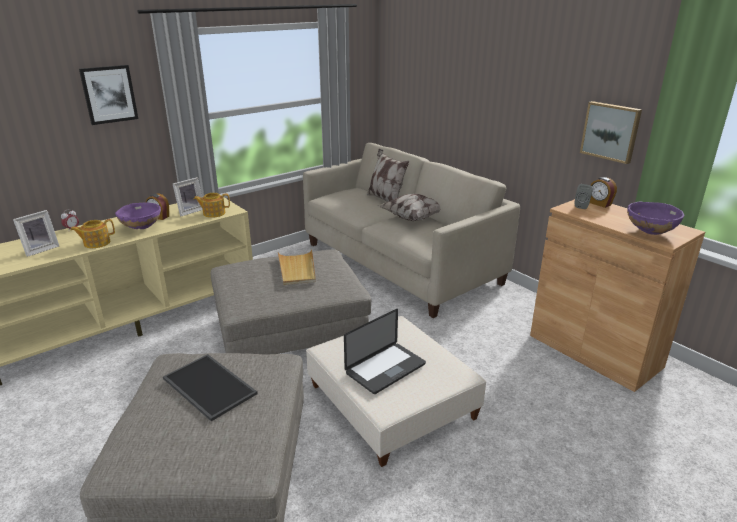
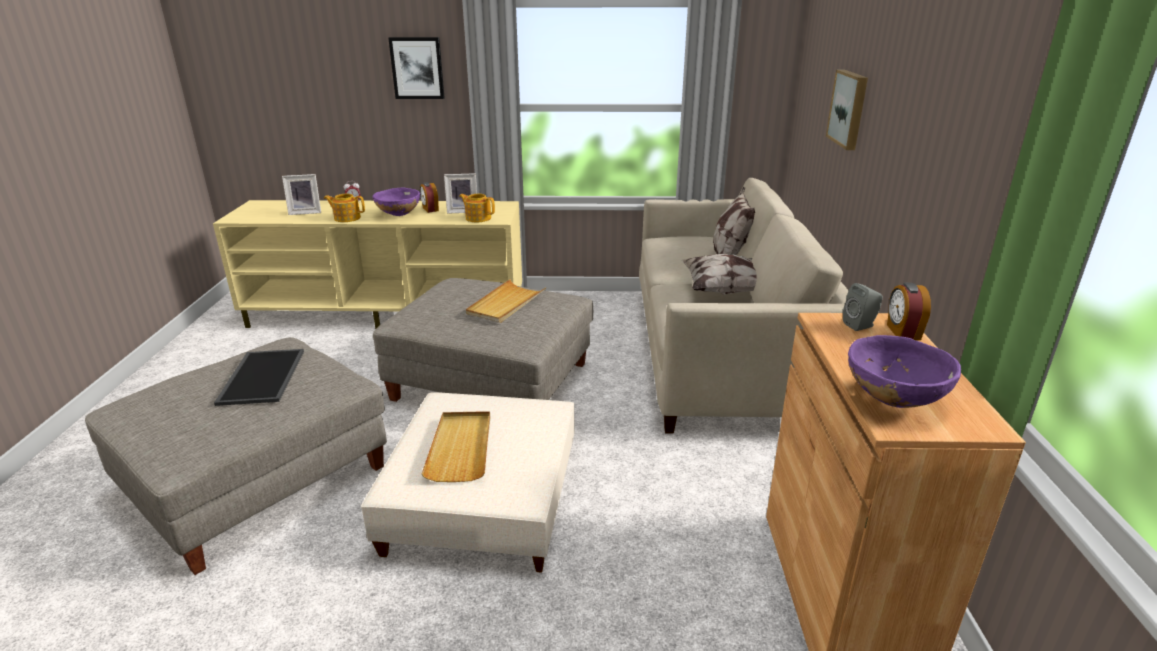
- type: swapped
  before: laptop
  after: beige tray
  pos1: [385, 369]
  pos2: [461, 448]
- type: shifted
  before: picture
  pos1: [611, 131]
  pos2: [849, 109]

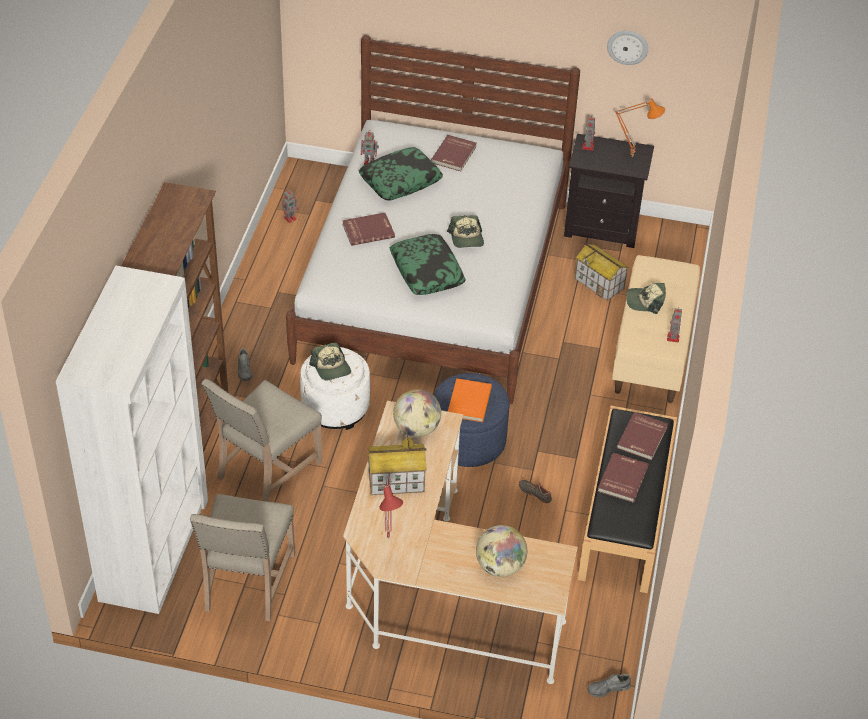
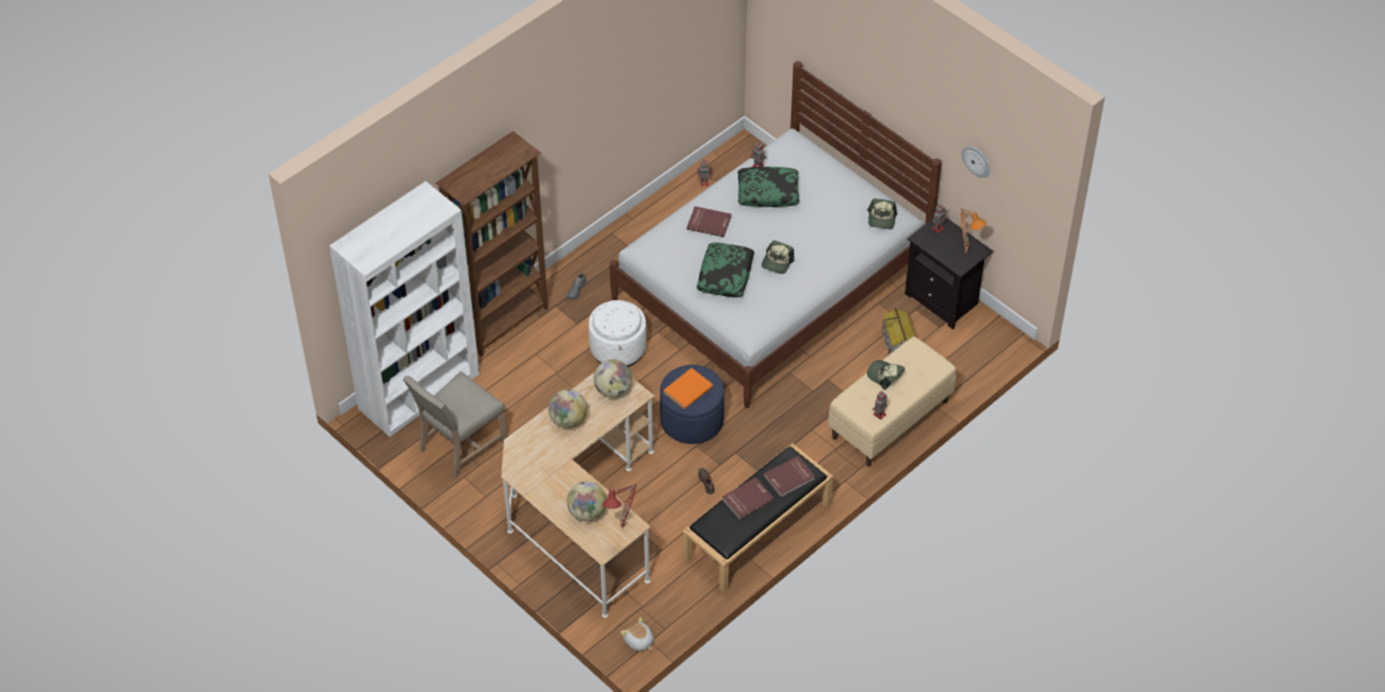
- type: swapped
  before: toy house
  after: globe
  pos1: [395, 481]
  pos2: [568, 420]
- type: shifted
  before: red table lamp
  pos1: [390, 538]
  pos2: [624, 528]
- type: swapped
  before: grey shoe
  after: plush toy
  pos1: [608, 689]
  pos2: [639, 641]
- type: shifted
  before: cap
  pos1: [331, 368]
  pos2: [881, 219]
- type: gone
  before: beige chair
  pos1: [266, 471]
- type: gone
  before: red book
  pos1: [454, 155]

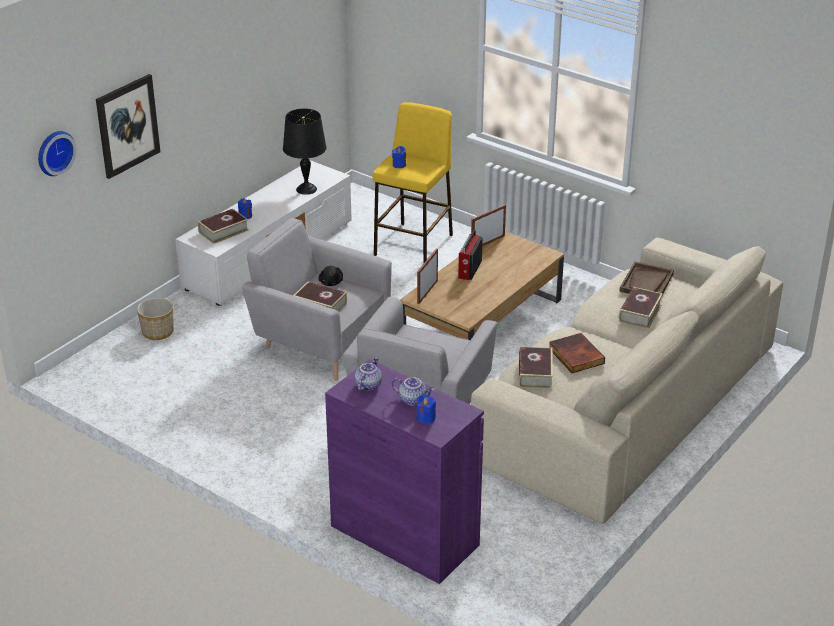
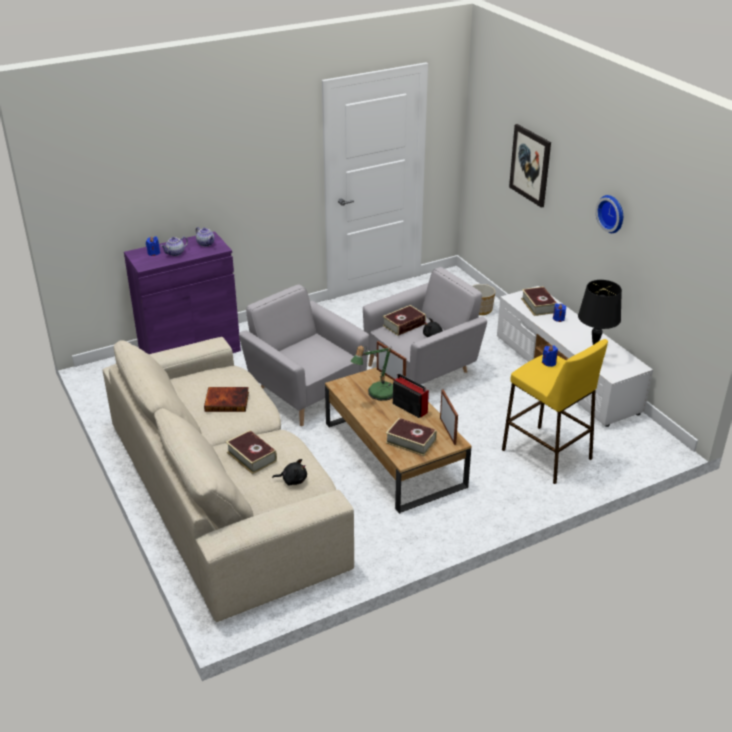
- type: swapped
  before: brown tray
  after: black plush toy
  pos1: [646, 283]
  pos2: [293, 480]
- type: new
  after: table lamp
  pos2: [378, 394]
- type: shifted
  before: book
  pos1: [535, 373]
  pos2: [411, 441]
- type: shifted
  before: wall clock
  pos1: [54, 152]
  pos2: [612, 213]

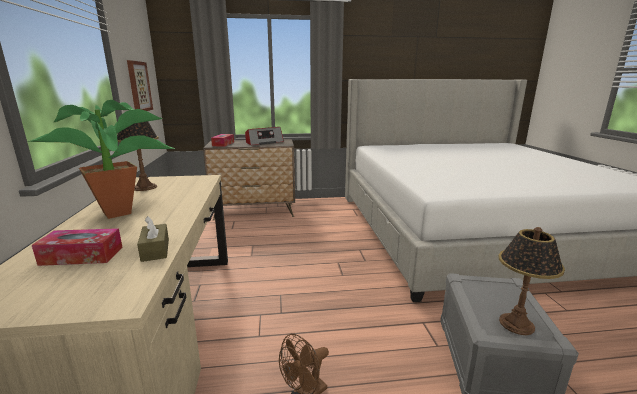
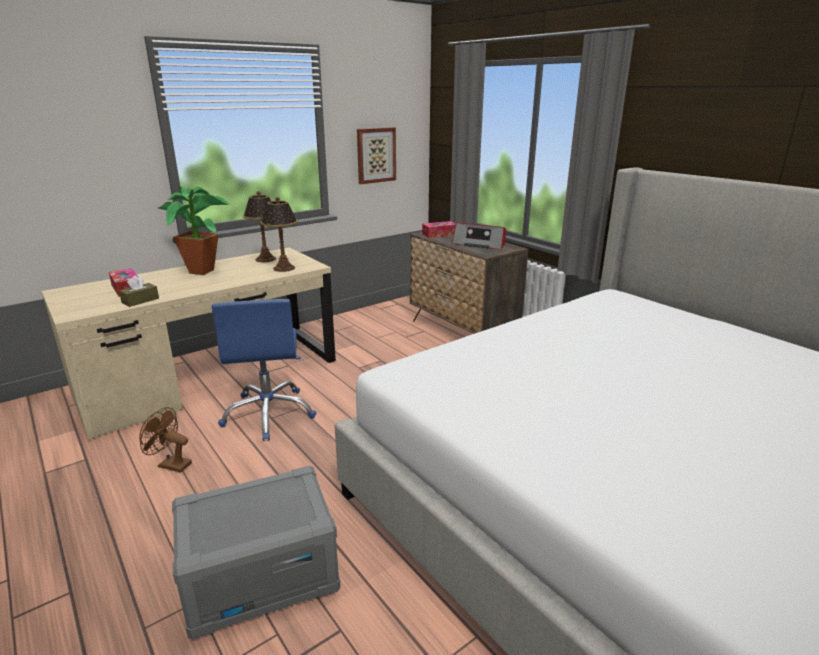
- type: new
  after: blue office chair
  pos2: [269, 413]
- type: shifted
  before: table lamp
  pos1: [516, 324]
  pos2: [283, 268]

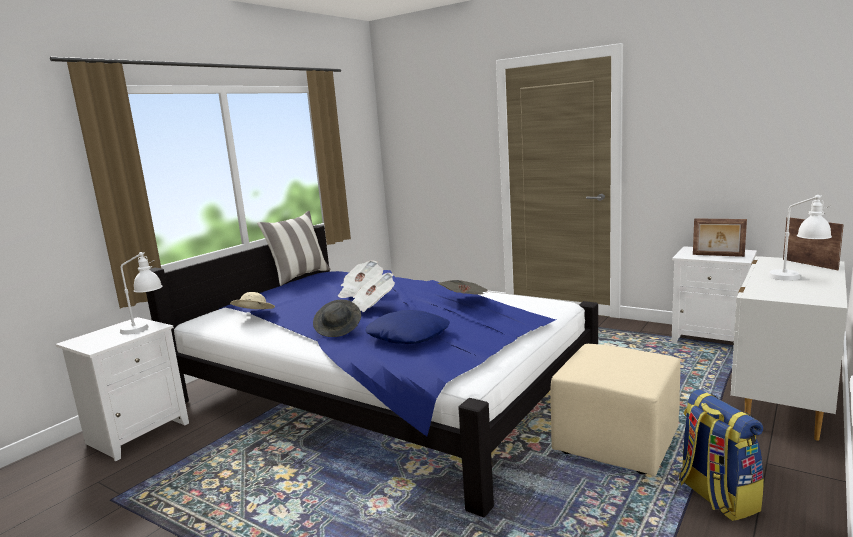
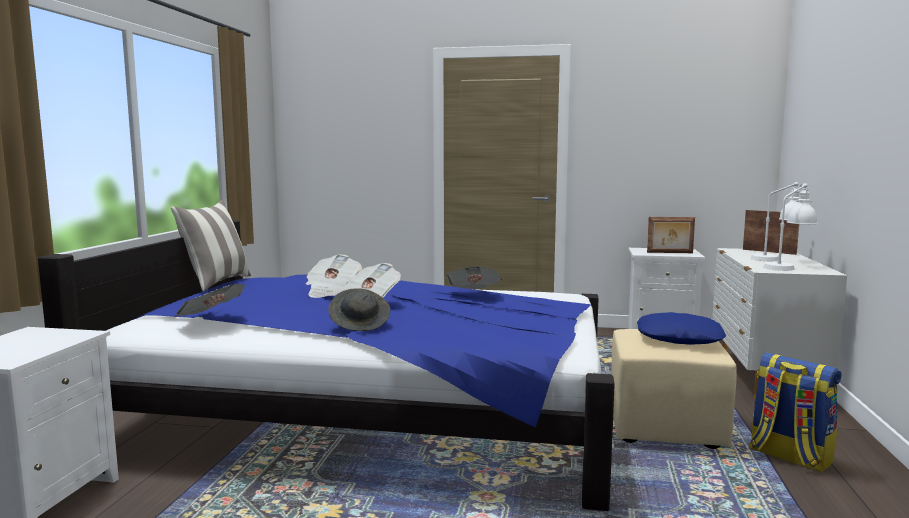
- type: swapped
  before: beige hat
  after: newspaper
  pos1: [253, 315]
  pos2: [211, 318]
- type: shifted
  before: blue pillow
  pos1: [408, 335]
  pos2: [679, 338]
- type: shifted
  before: white table lamp
  pos1: [145, 329]
  pos2: [788, 267]

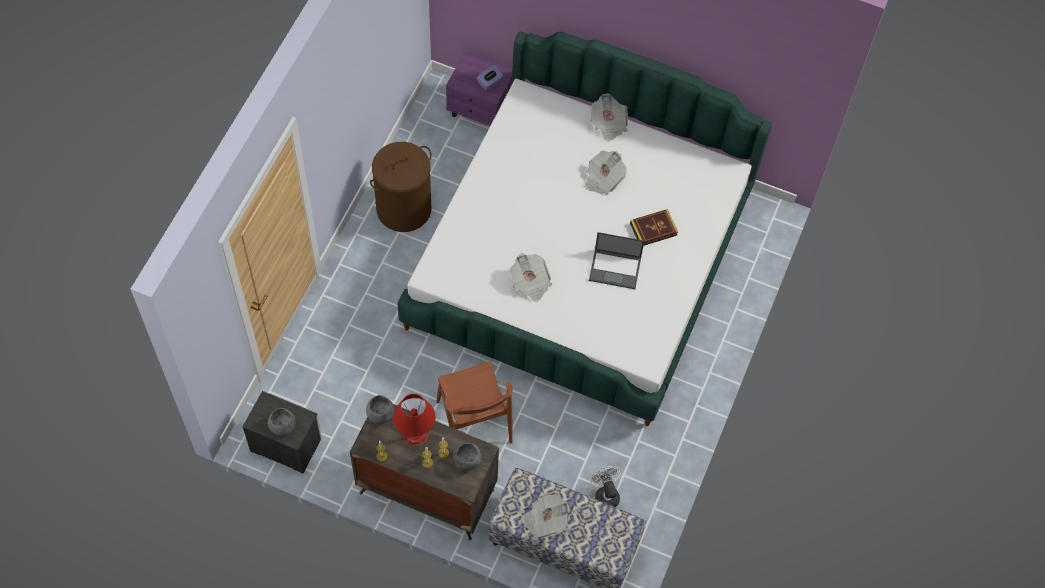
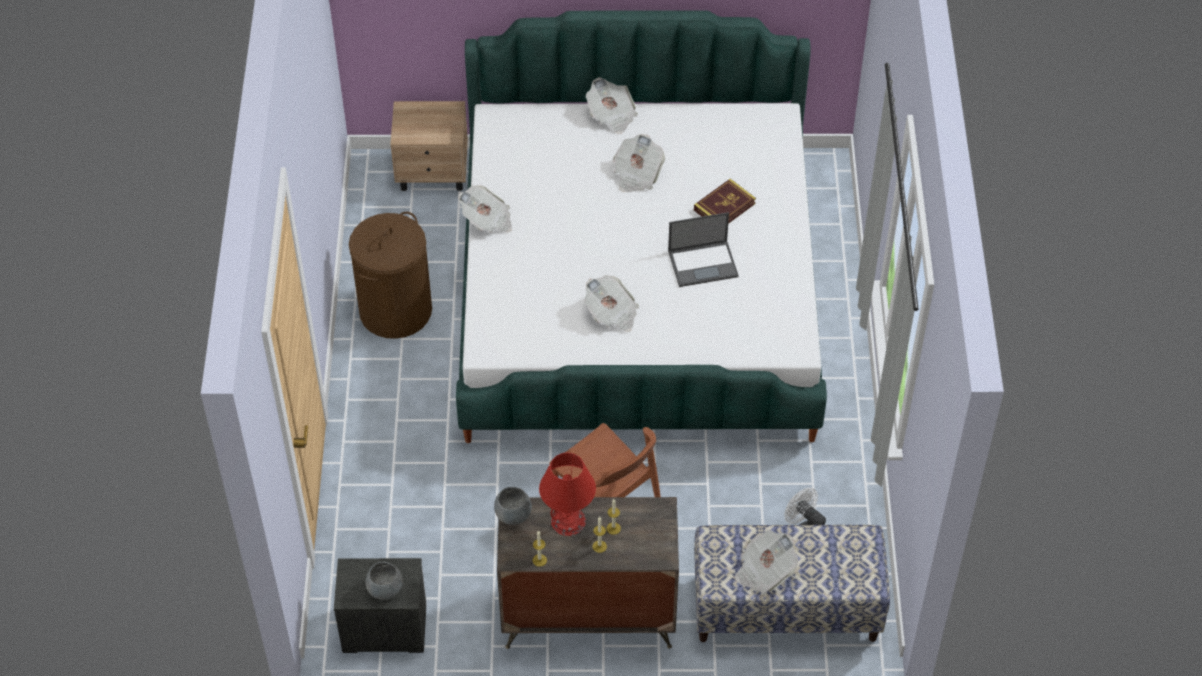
- type: repainted
  before: purple nightstand
  after: beige nightstand
  pos1: [480, 110]
  pos2: [433, 173]
- type: new
  after: newspaper
  pos2: [487, 220]
- type: gone
  before: grey bowl
  pos1: [466, 461]
- type: gone
  before: purple tissue box
  pos1: [490, 82]

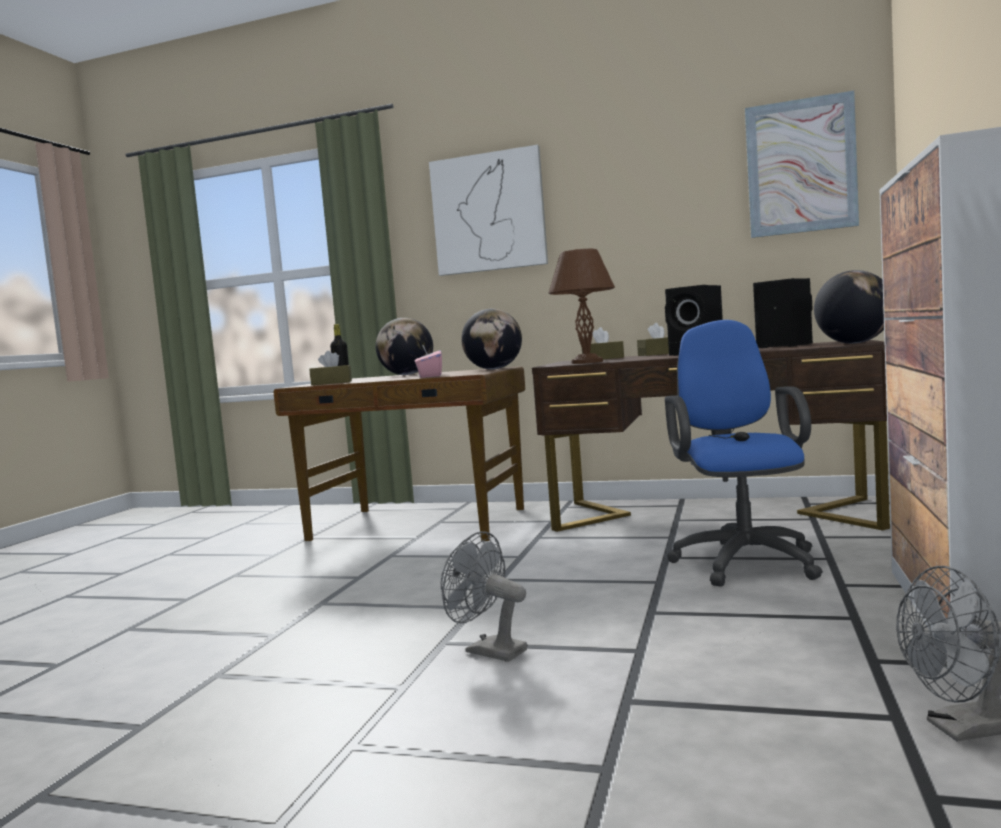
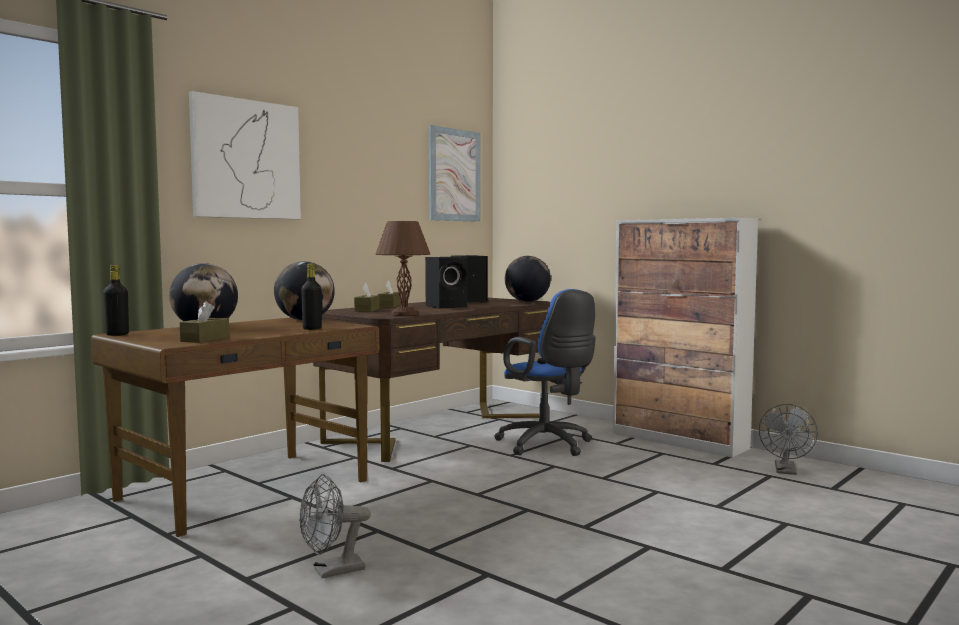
- type: shifted
  before: grey fan
  pos1: [488, 650]
  pos2: [331, 571]
- type: swapped
  before: pink tissue box
  after: black bottle
  pos1: [429, 376]
  pos2: [312, 329]
- type: rotated
  before: blue office chair
  pos1: [743, 560]
  pos2: [547, 445]
  turn: -150

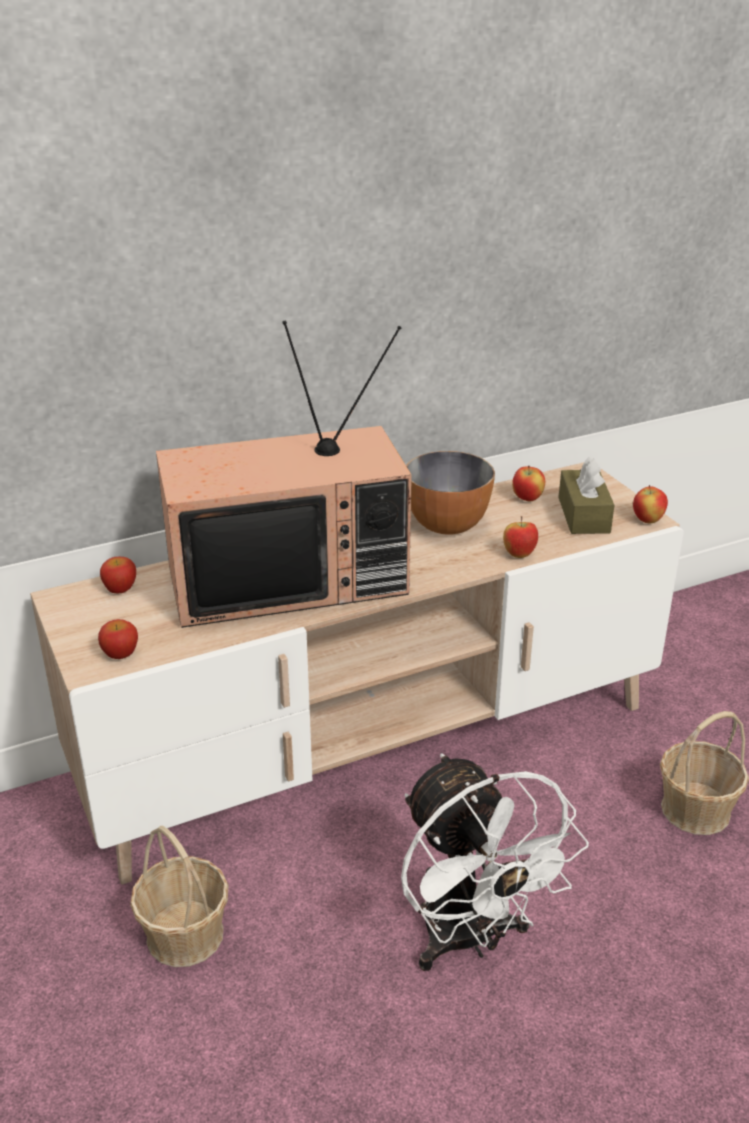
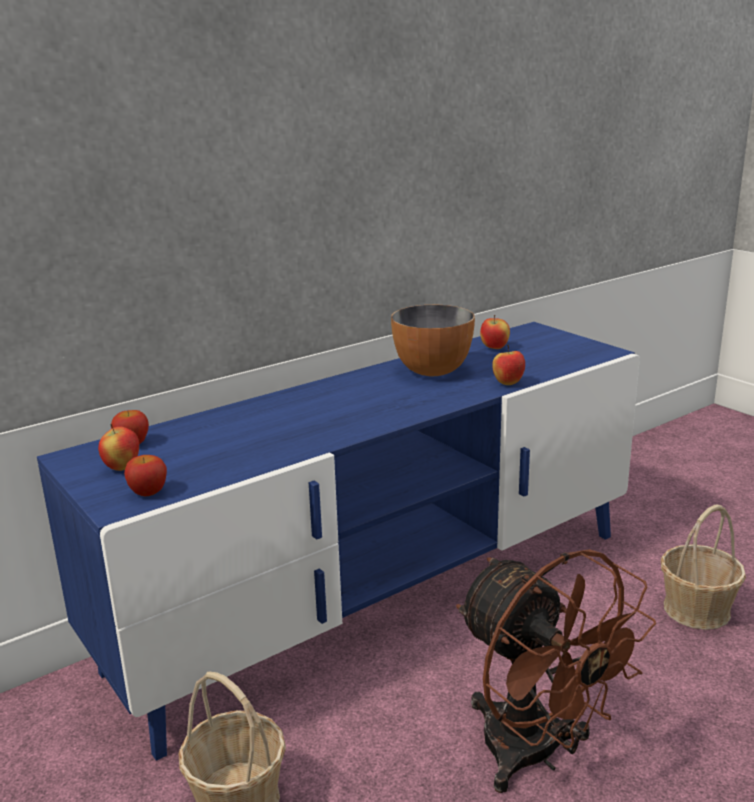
- type: repainted
  before: beige tv stand
  after: blue tv stand
  pos1: [373, 745]
  pos2: [381, 597]
- type: shifted
  before: apple
  pos1: [647, 520]
  pos2: [122, 467]
- type: repainted
  before: white fan
  after: brown fan
  pos1: [470, 940]
  pos2: [536, 755]
- type: gone
  before: television
  pos1: [289, 578]
- type: gone
  before: brown tissue box
  pos1: [583, 515]

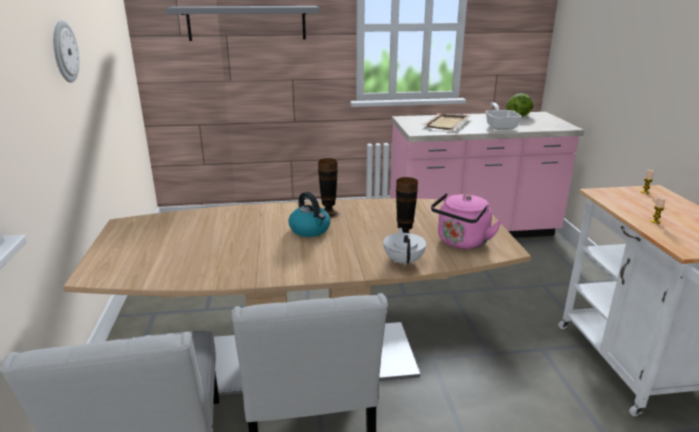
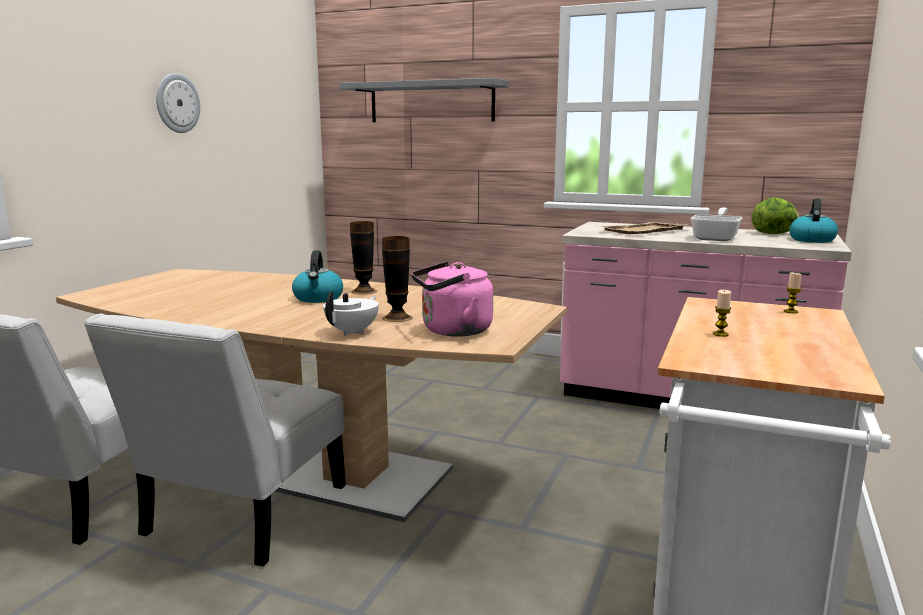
- type: new
  after: kettle
  pos2: [811, 240]

